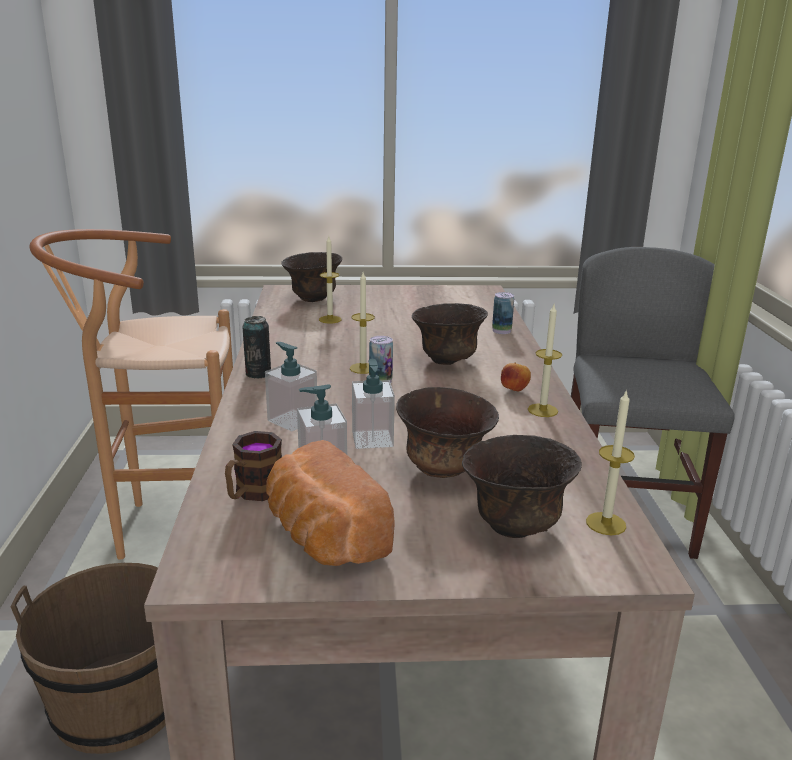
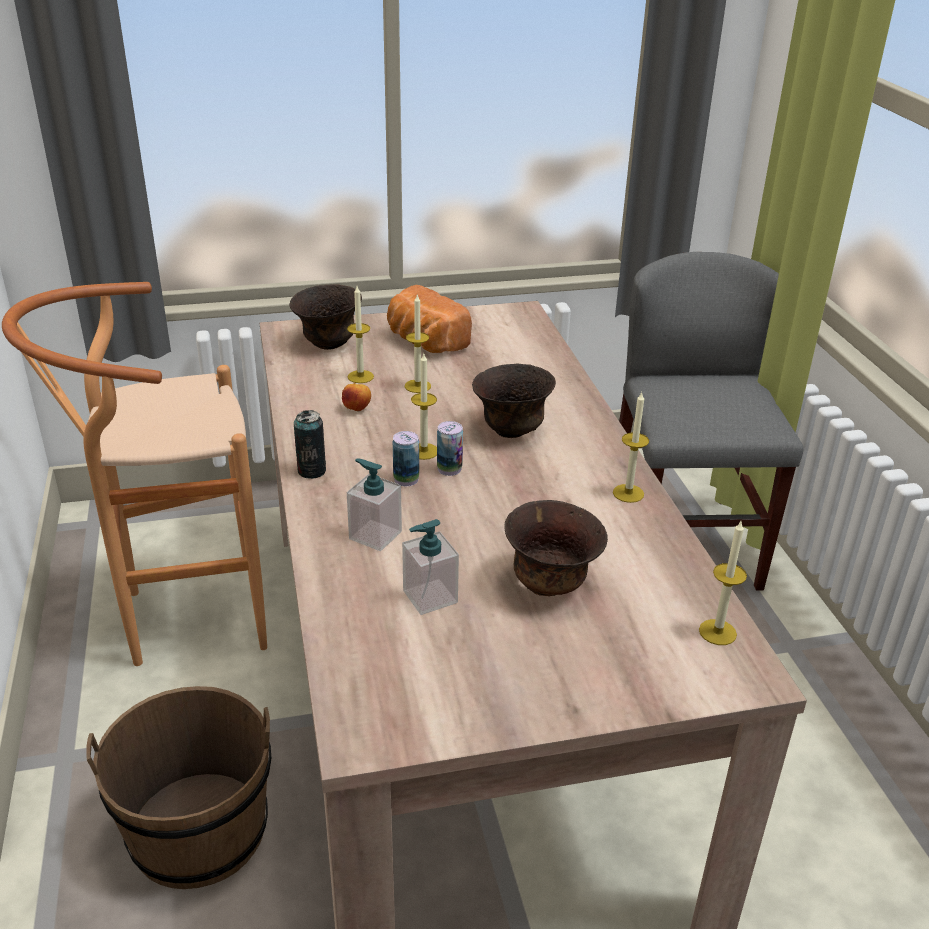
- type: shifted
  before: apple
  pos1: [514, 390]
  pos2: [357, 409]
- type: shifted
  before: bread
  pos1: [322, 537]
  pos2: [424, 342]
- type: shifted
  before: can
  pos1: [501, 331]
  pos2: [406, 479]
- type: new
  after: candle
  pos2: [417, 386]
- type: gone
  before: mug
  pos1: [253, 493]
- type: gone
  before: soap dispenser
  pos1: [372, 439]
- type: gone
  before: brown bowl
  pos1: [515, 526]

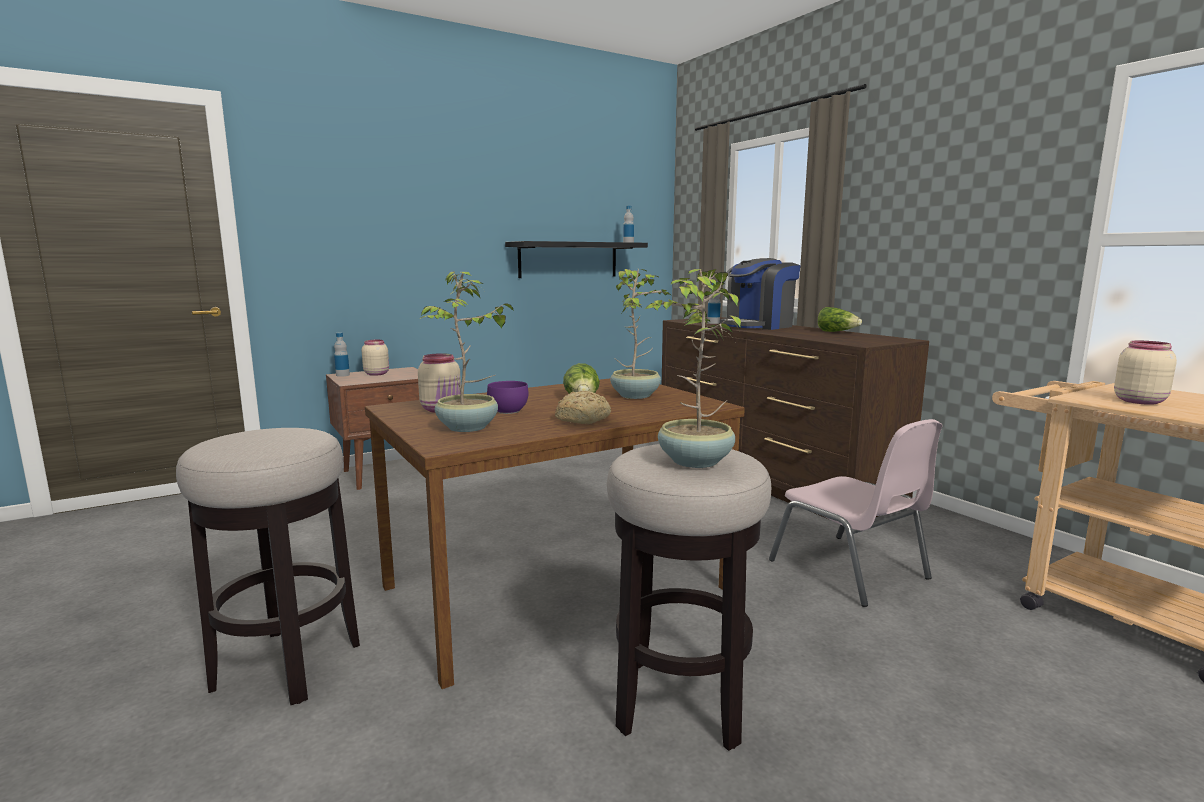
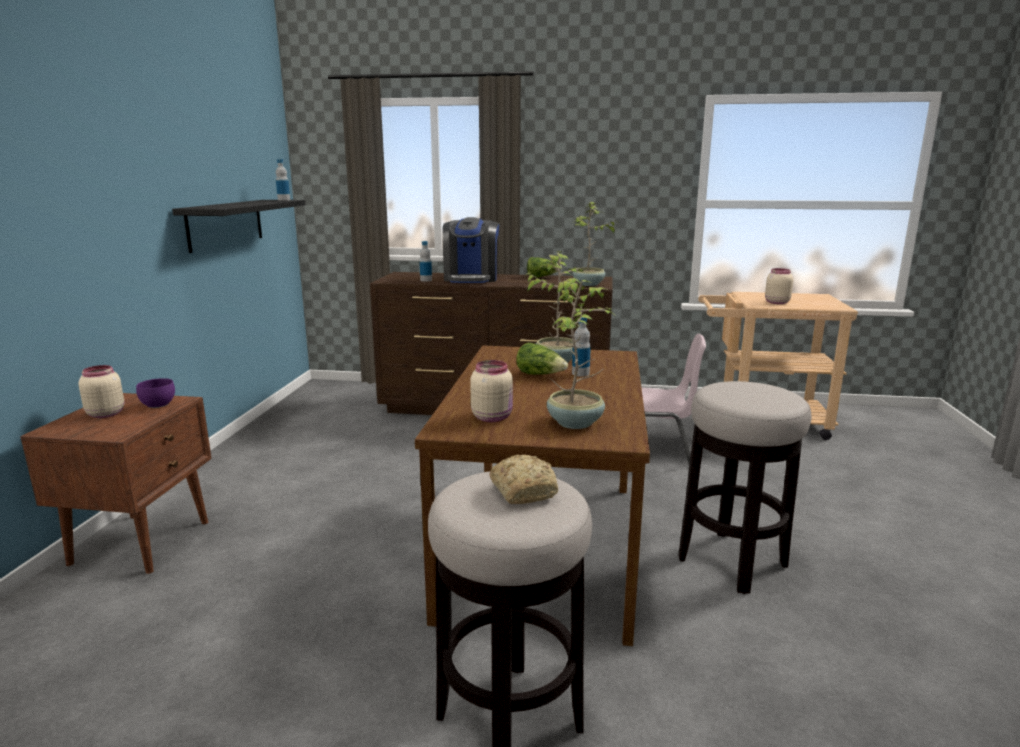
- type: shifted
  before: purple bowl
  pos1: [508, 411]
  pos2: [157, 405]
- type: shifted
  before: bread
  pos1: [584, 419]
  pos2: [524, 491]
- type: shifted
  before: bottle
  pos1: [342, 375]
  pos2: [580, 373]
- type: shifted
  before: potted plant
  pos1: [694, 462]
  pos2: [588, 284]

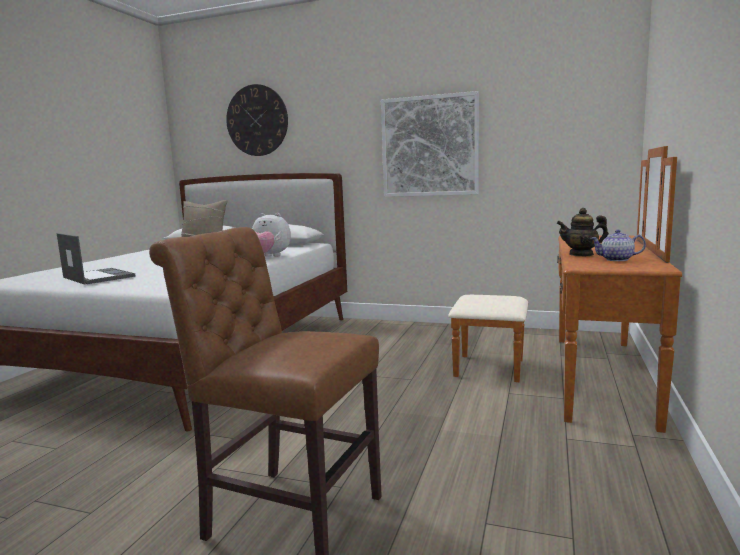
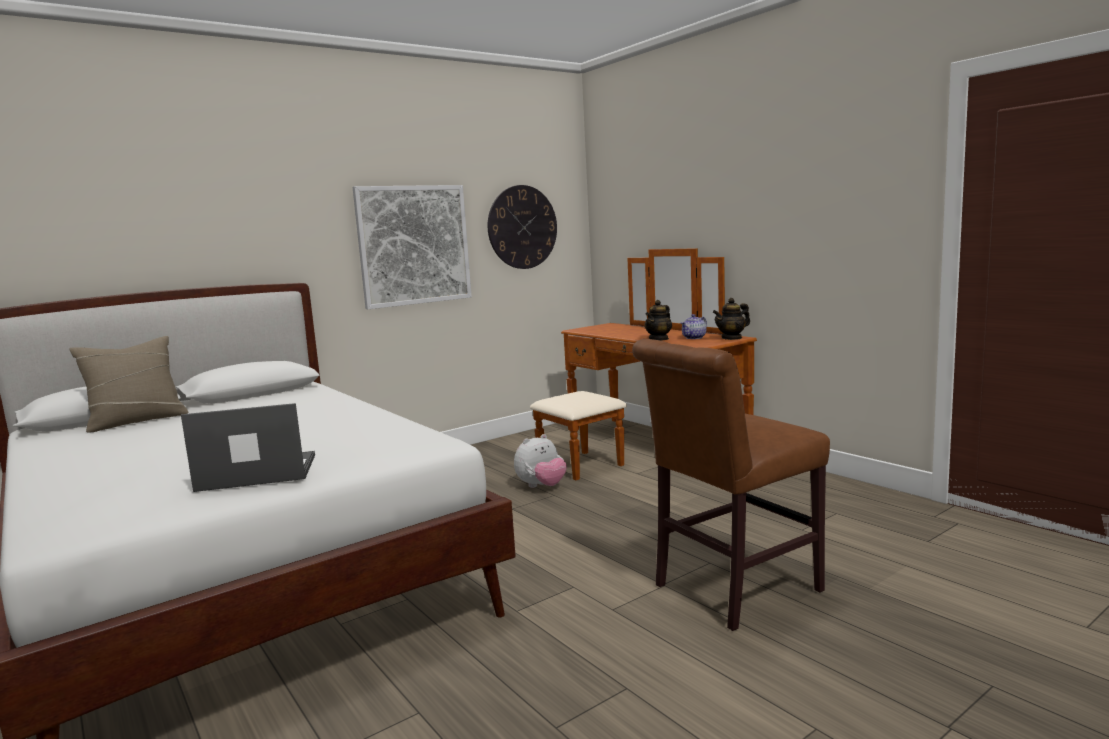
- type: shifted
  before: wall clock
  pos1: [257, 120]
  pos2: [522, 227]
- type: shifted
  before: plush toy
  pos1: [269, 256]
  pos2: [541, 486]
- type: new
  after: teapot
  pos2: [732, 338]

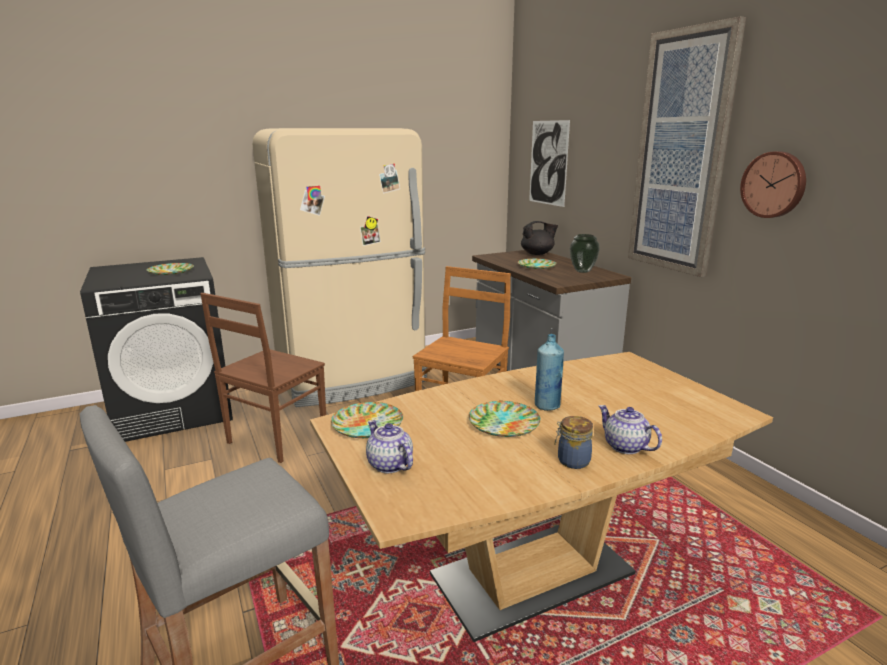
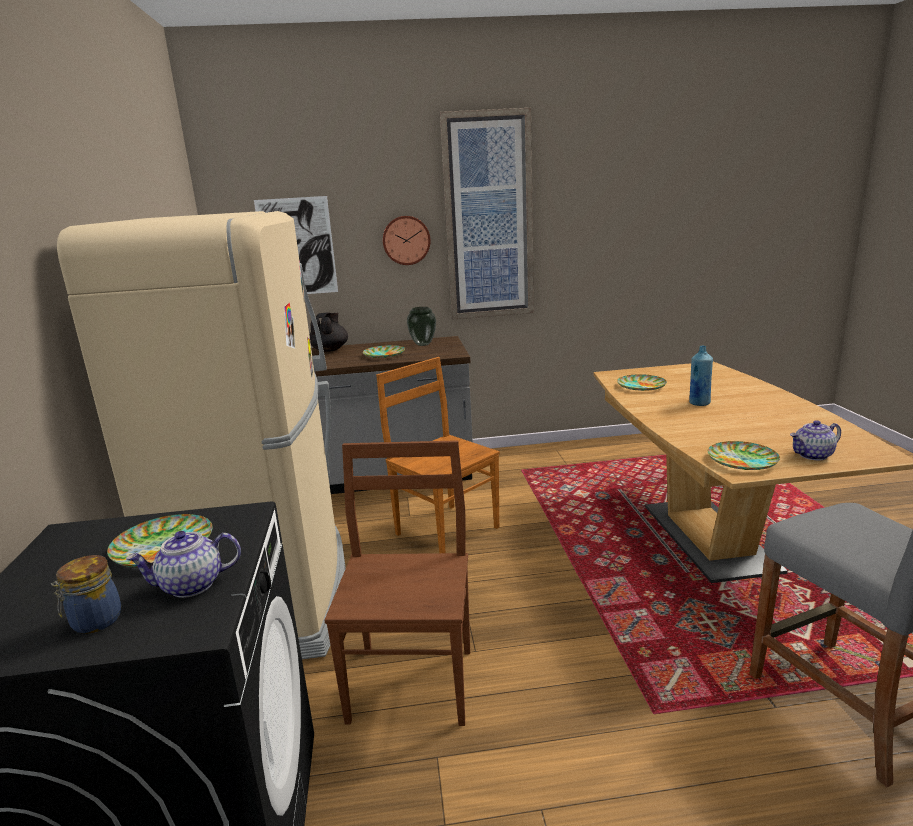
- type: shifted
  before: jar
  pos1: [572, 461]
  pos2: [94, 622]
- type: shifted
  before: teapot
  pos1: [624, 446]
  pos2: [191, 586]
- type: rotated
  before: brown chair
  pos1: [275, 439]
  pos2: [412, 681]
  turn: -135
- type: shifted
  before: wall clock
  pos1: [774, 184]
  pos2: [406, 240]
- type: shifted
  before: plate
  pos1: [503, 423]
  pos2: [641, 386]

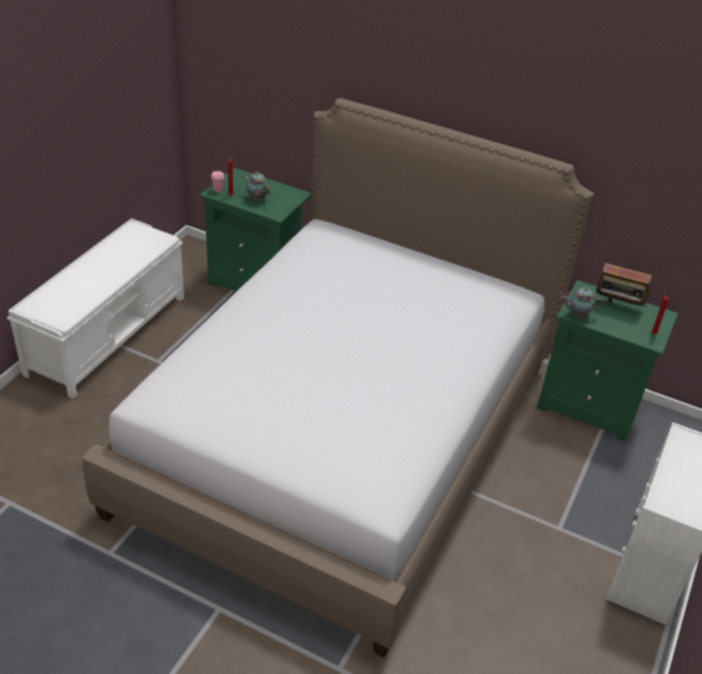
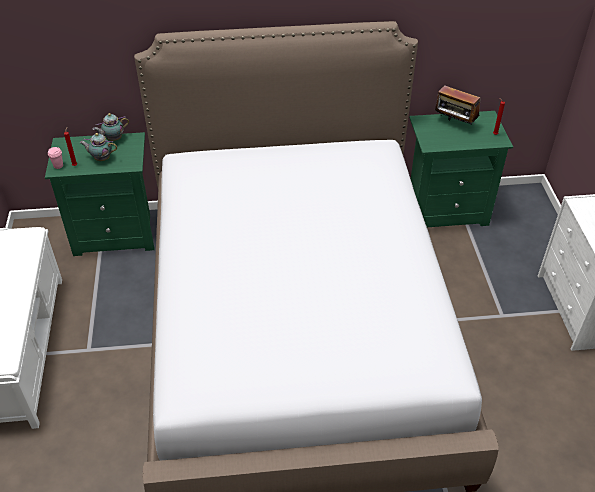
- type: shifted
  before: teapot
  pos1: [577, 315]
  pos2: [113, 139]
- type: rotated
  before: radio
  pos1: [617, 306]
  pos2: [454, 124]
  turn: 45

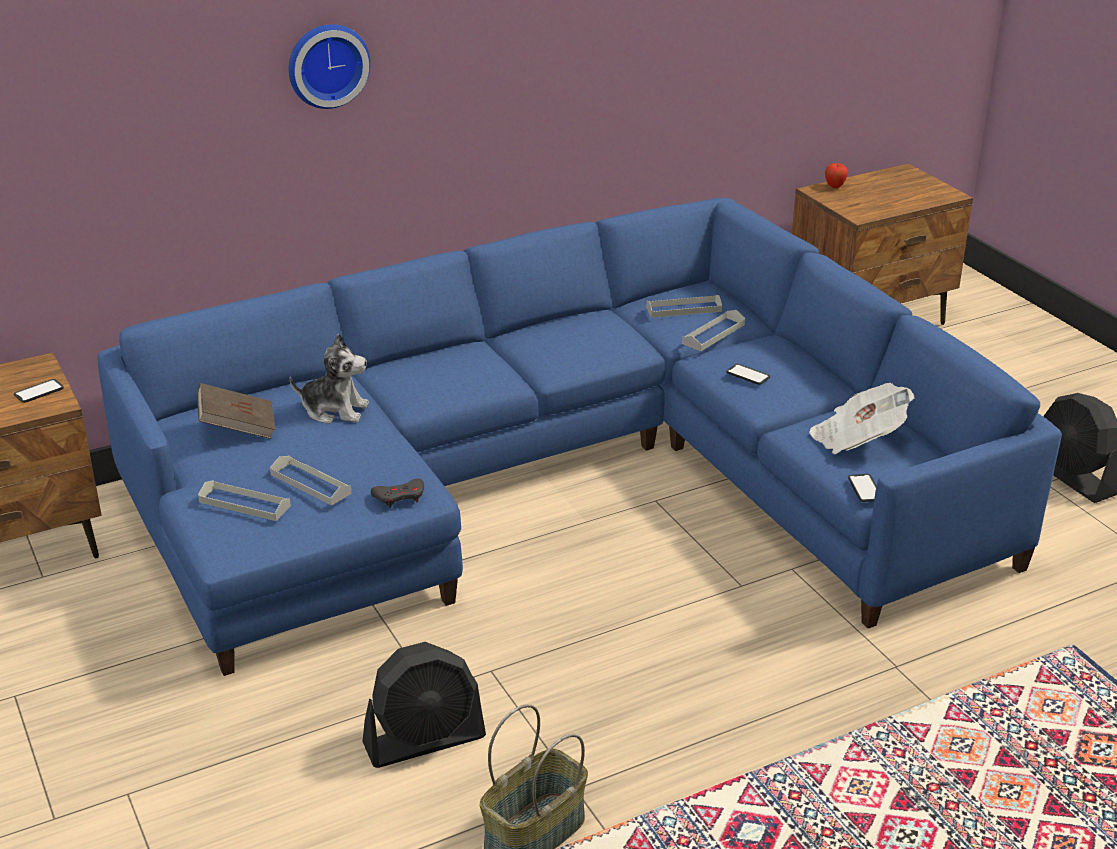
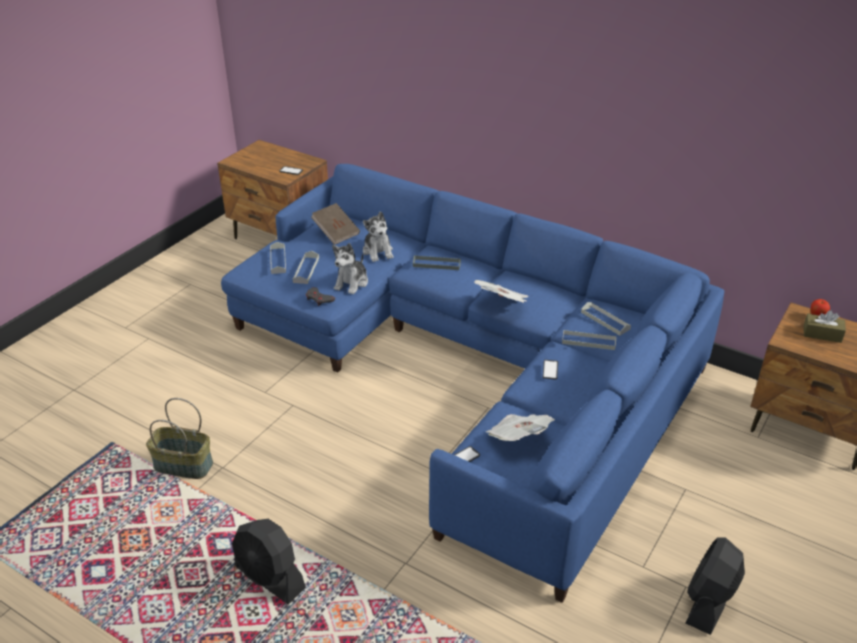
- type: shifted
  before: black fan
  pos1: [425, 740]
  pos2: [270, 578]
- type: new
  after: plush toy
  pos2: [352, 283]
- type: new
  after: grey tray
  pos2: [436, 264]
- type: new
  after: newspaper
  pos2: [502, 303]
- type: new
  after: brown tissue box
  pos2: [822, 334]
- type: gone
  before: wall clock
  pos1: [326, 64]

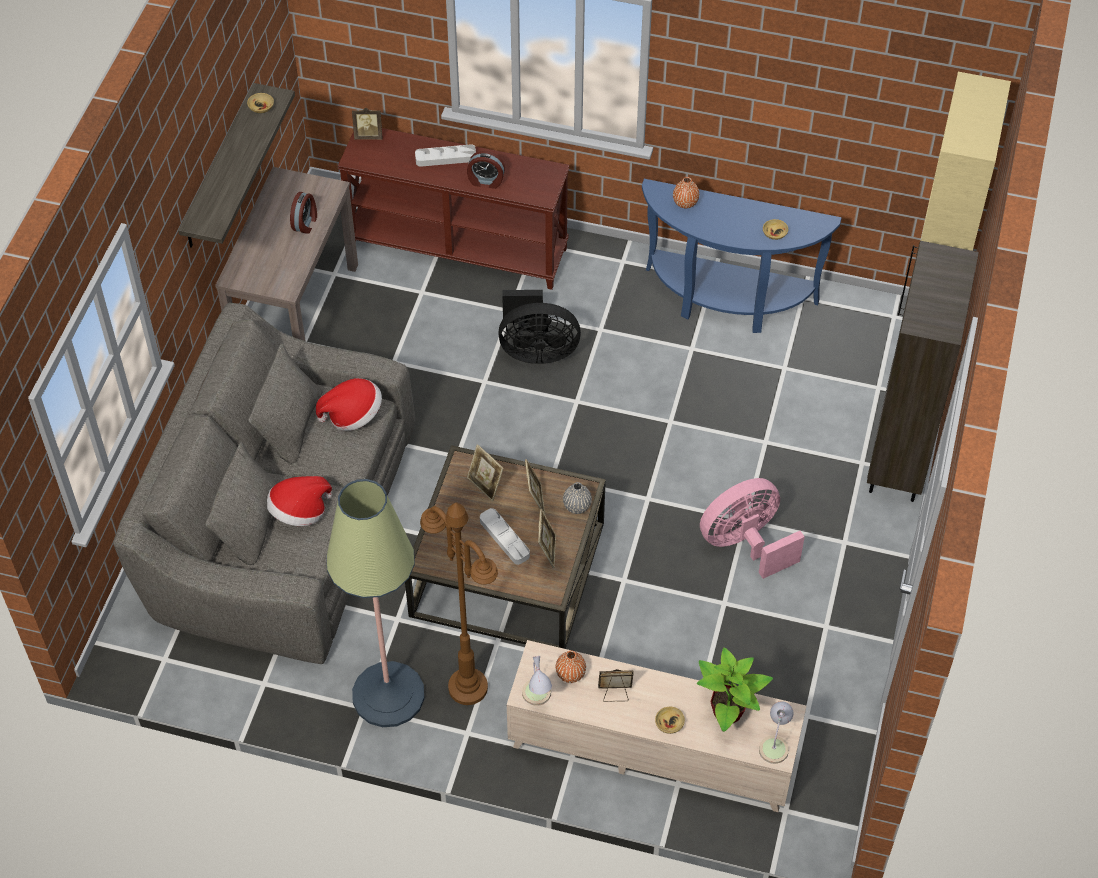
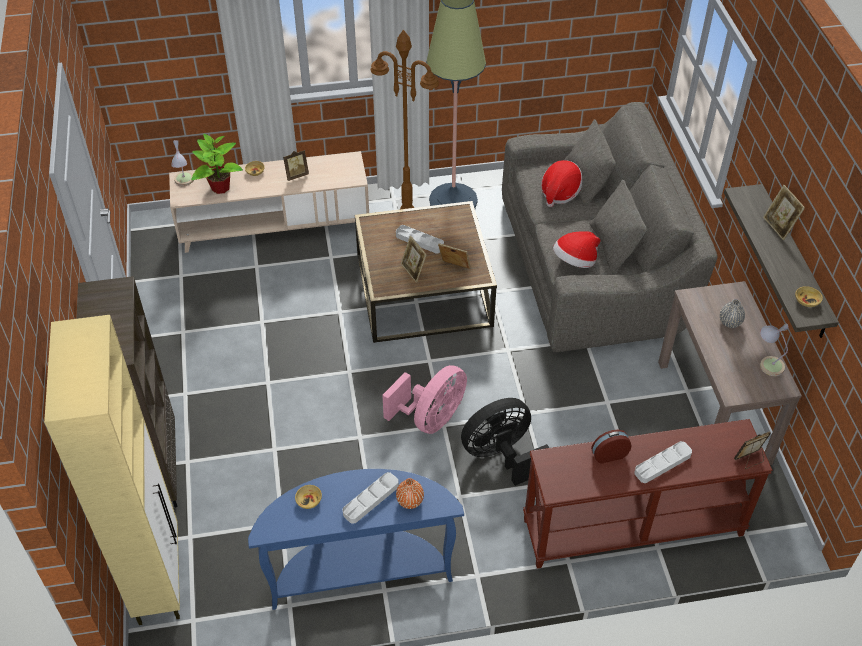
- type: new
  after: grey tray
  pos2: [371, 499]
- type: shifted
  before: pink fan
  pos1: [745, 544]
  pos2: [431, 418]
- type: shifted
  before: grey vase
  pos1: [577, 506]
  pos2: [730, 322]
- type: shifted
  before: table lamp
  pos1: [538, 698]
  pos2: [767, 363]
- type: shifted
  before: picture frame
  pos1: [547, 551]
  pos2: [778, 227]
- type: gone
  before: alarm clock
  pos1: [305, 223]
- type: gone
  before: orange vase
  pos1: [570, 674]

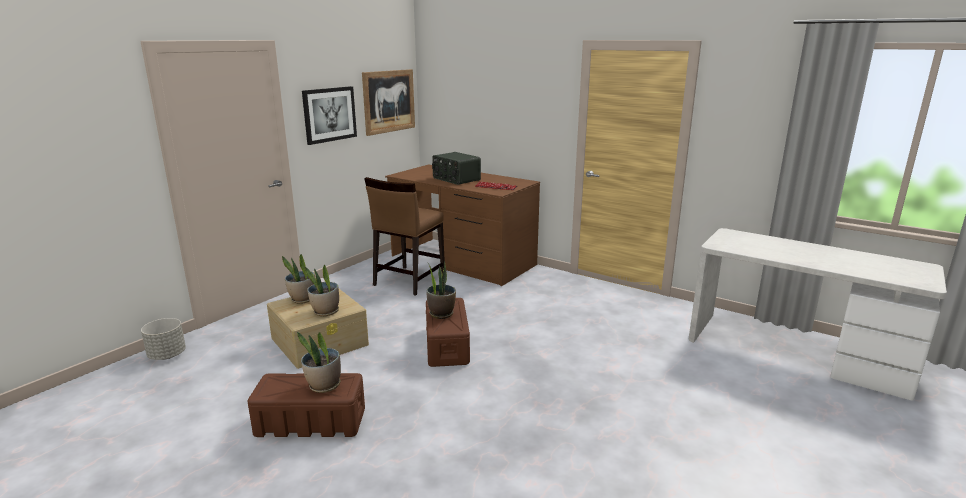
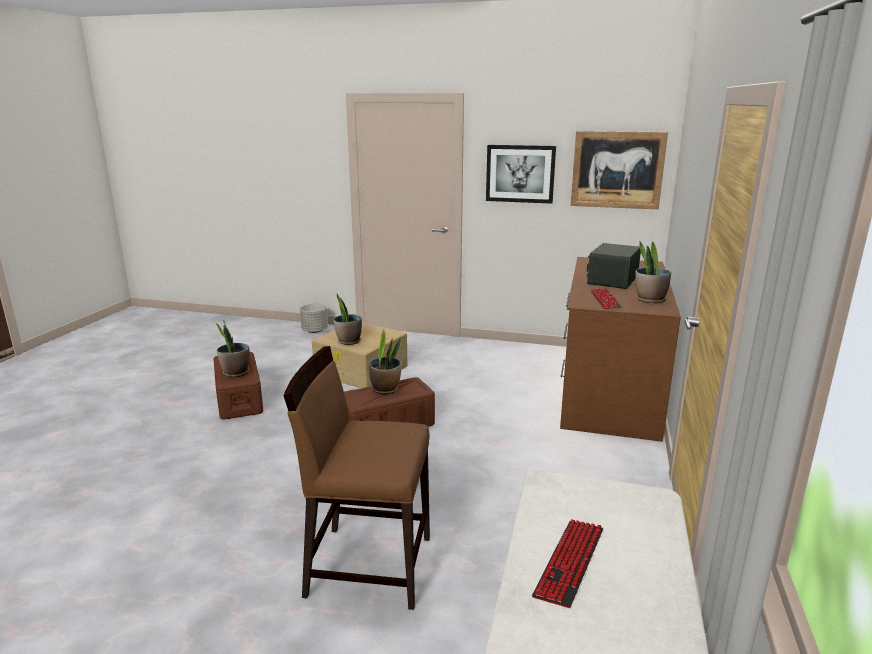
- type: shifted
  before: brown chair
  pos1: [408, 280]
  pos2: [368, 564]
- type: new
  after: keyboard
  pos2: [569, 562]
- type: shifted
  before: potted plant
  pos1: [302, 299]
  pos2: [650, 300]

